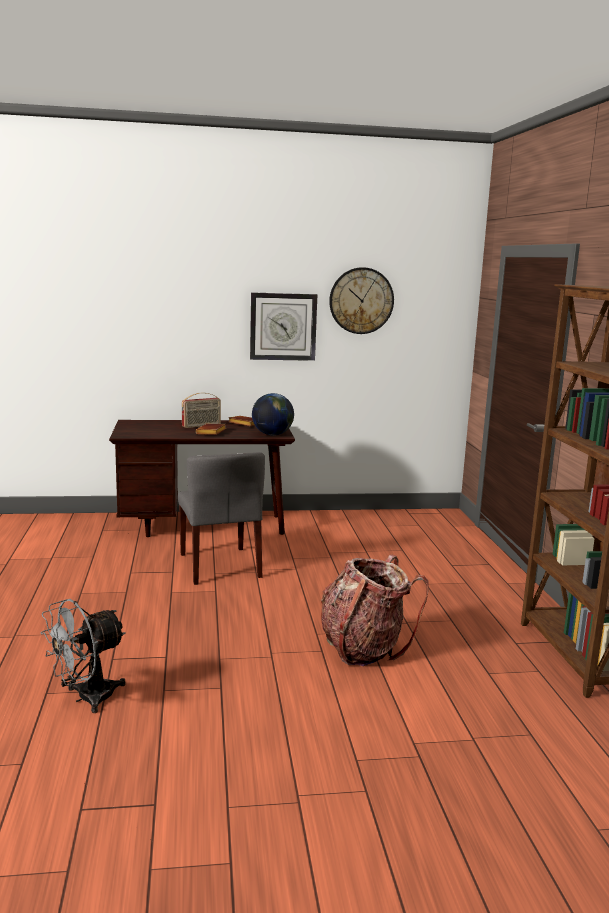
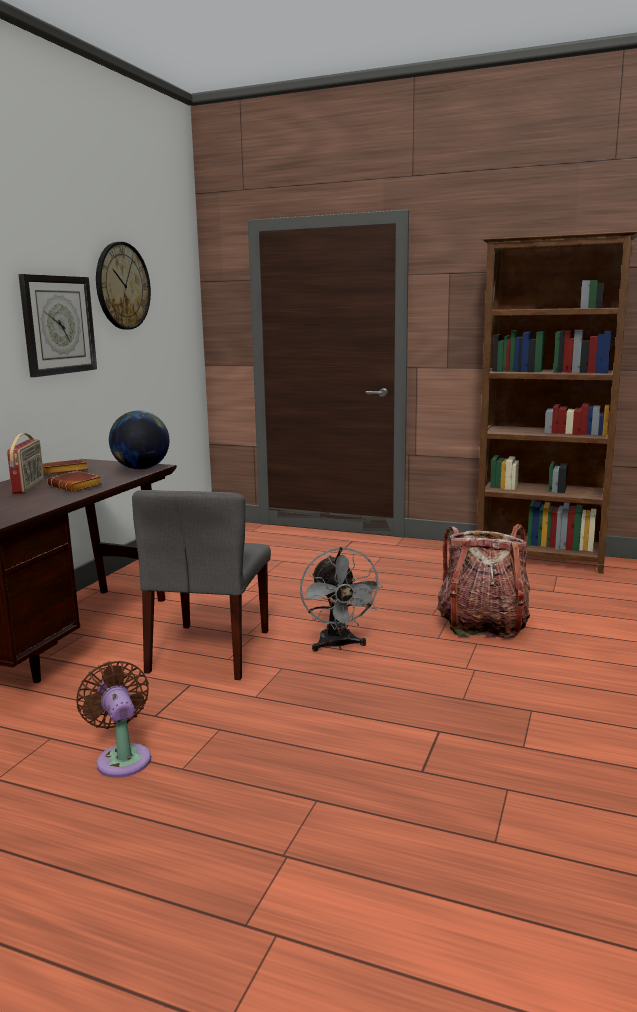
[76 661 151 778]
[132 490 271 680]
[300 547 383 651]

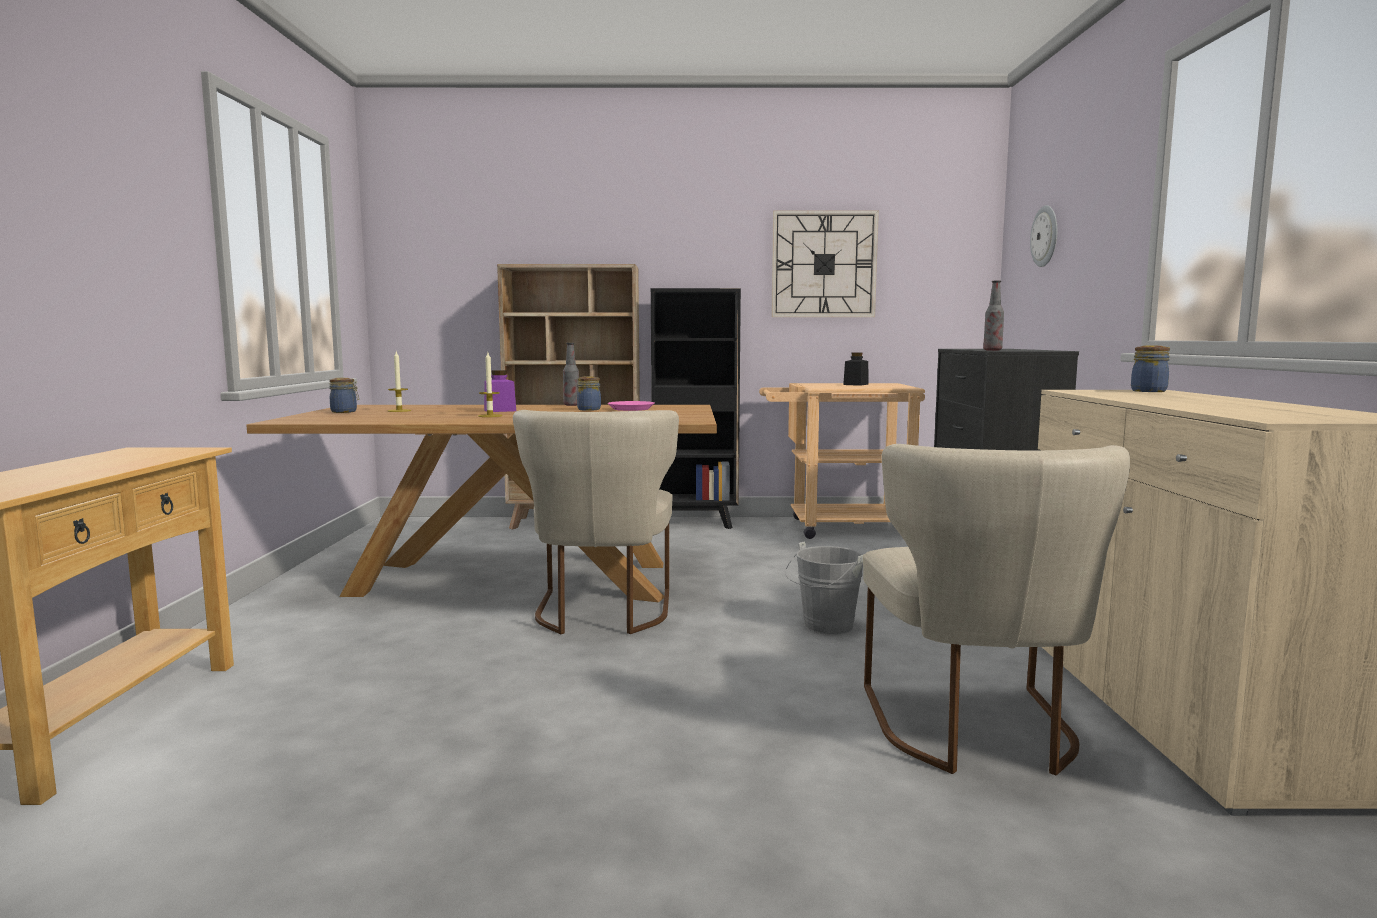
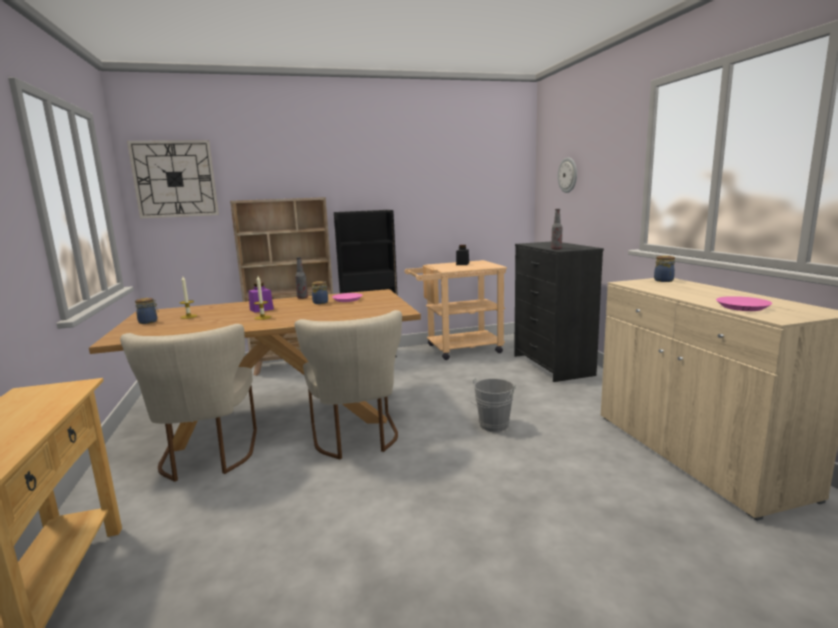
[120 324 257 482]
[127 140 219 219]
[716 296 772 311]

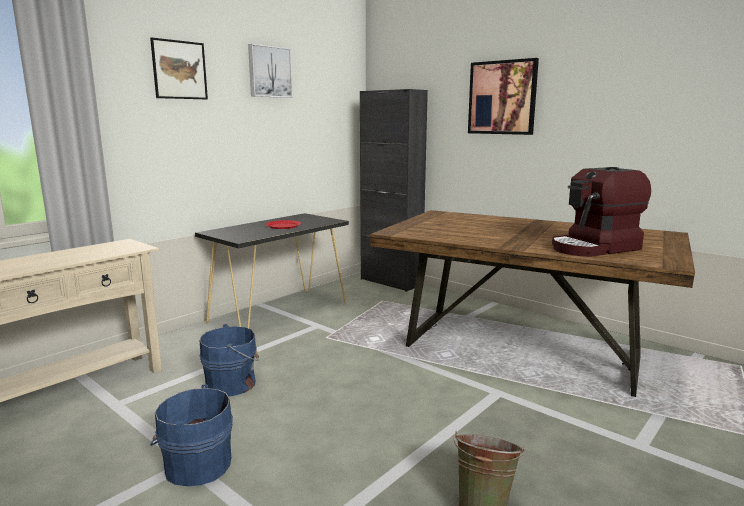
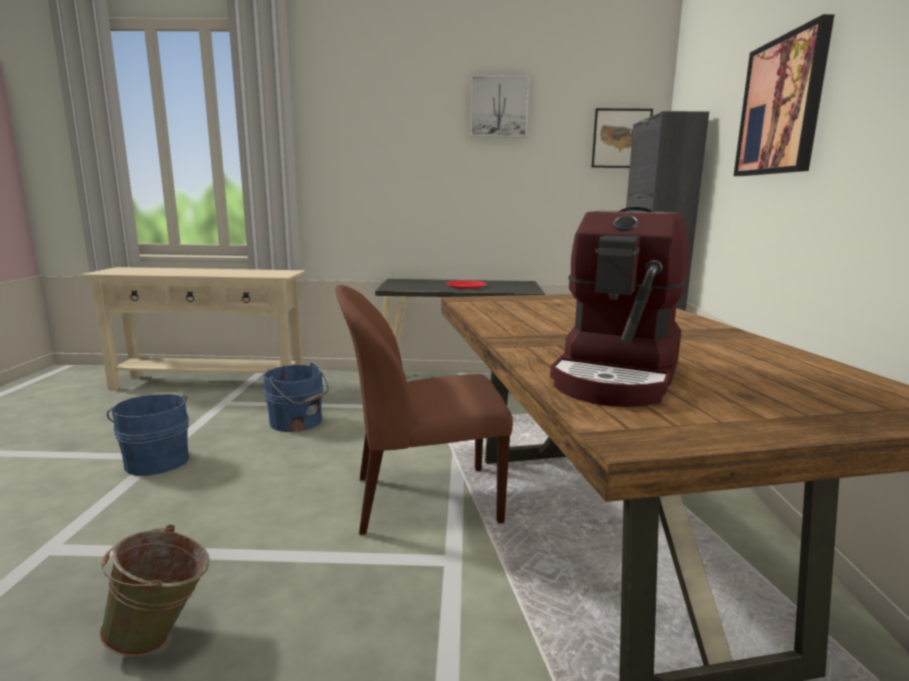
[335 285 513 535]
[550 207 689 407]
[592 108 653 168]

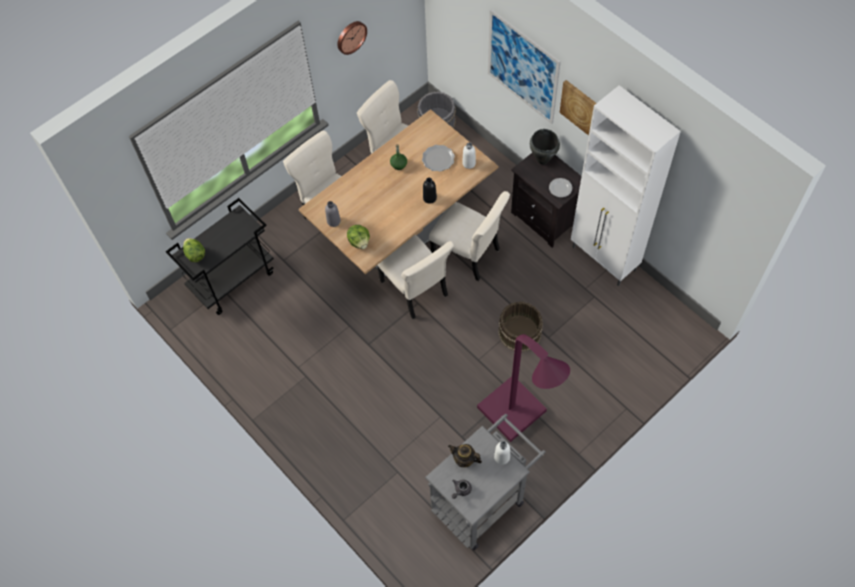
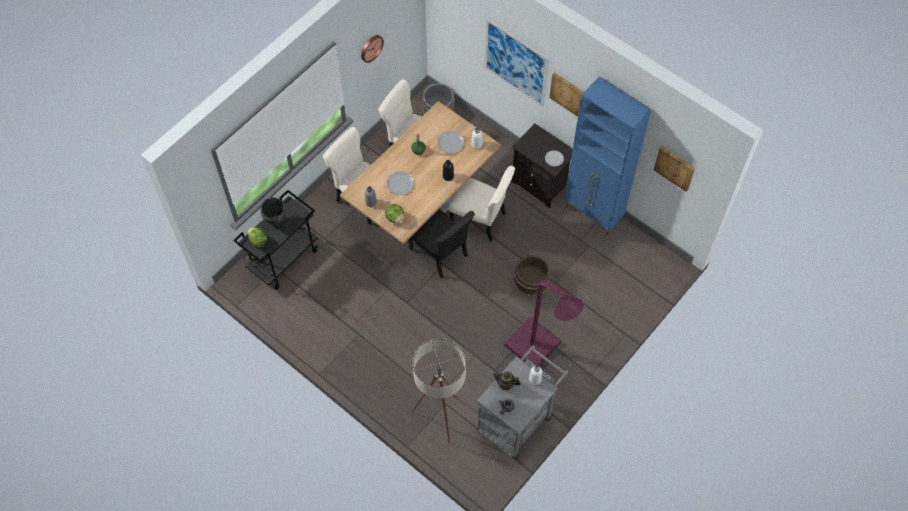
[260 197 286 227]
[386 171 414 195]
[408 209 475 278]
[412 338 466 443]
[565 76 651 235]
[654 146 695 192]

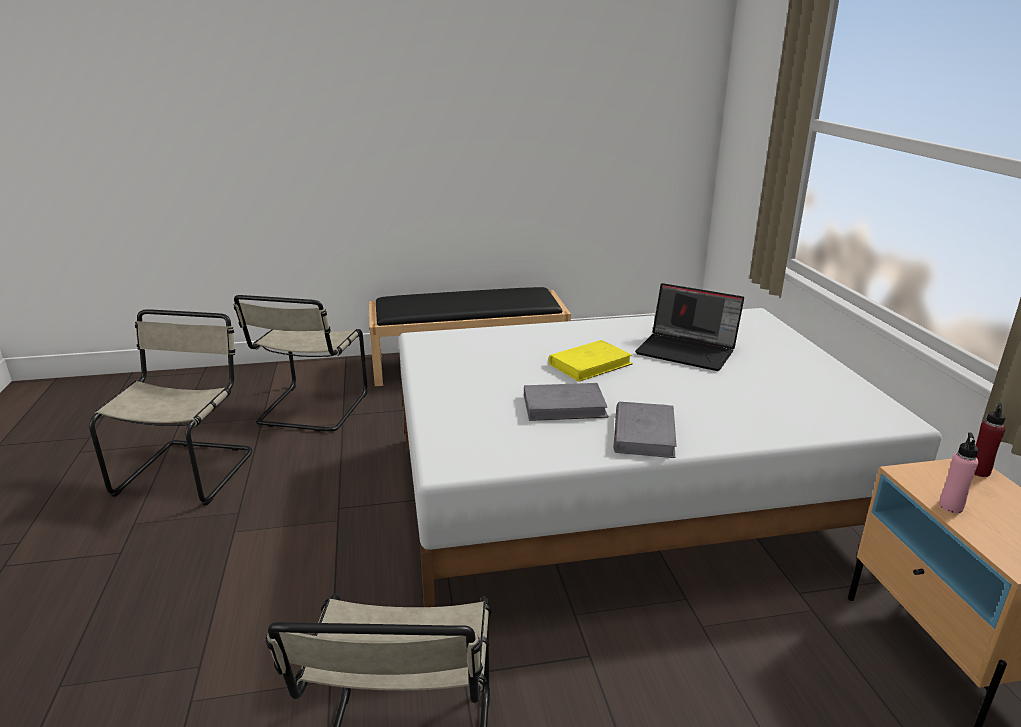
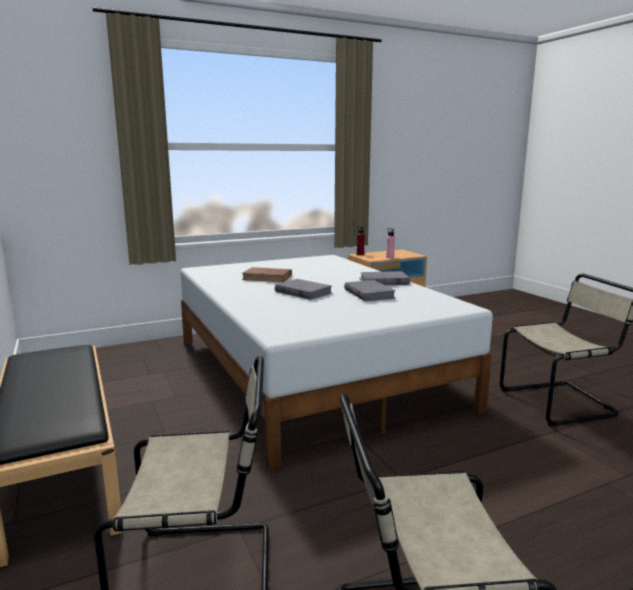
[242 267 292 282]
[275 279 332 300]

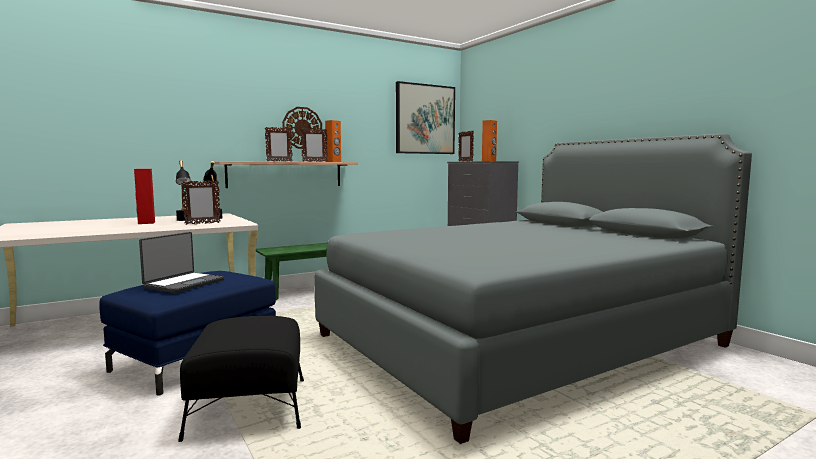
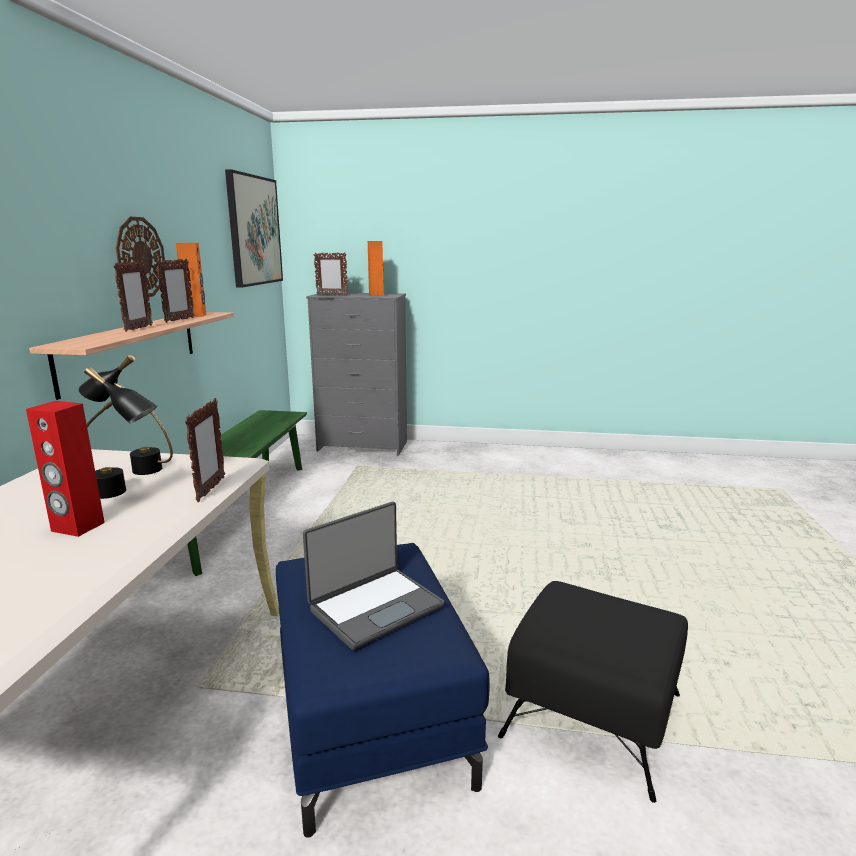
[303 501 444 650]
[314 134 752 444] (first image)

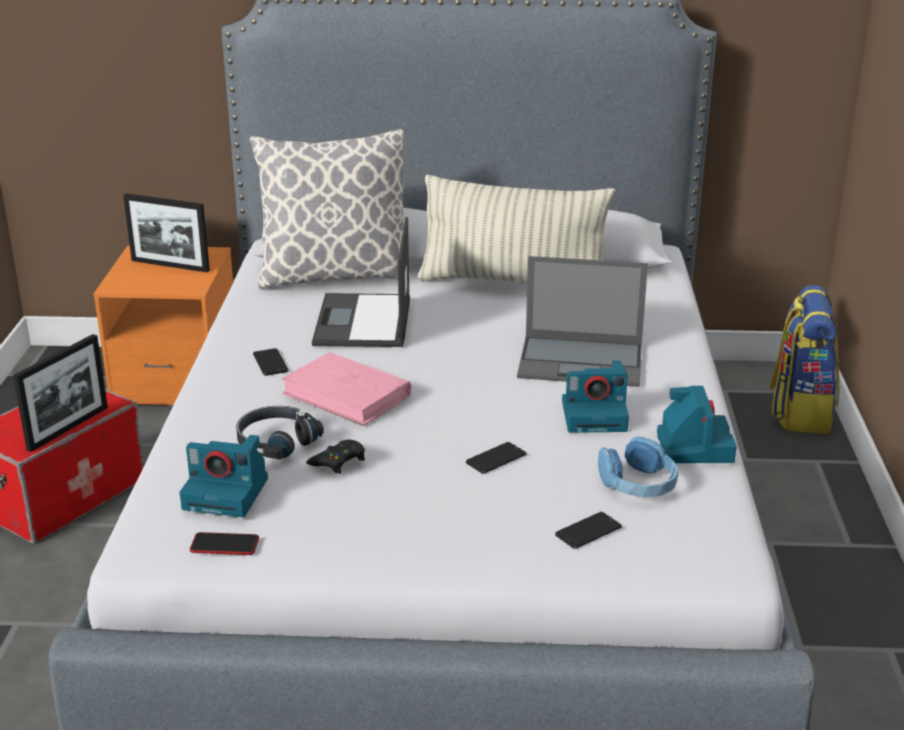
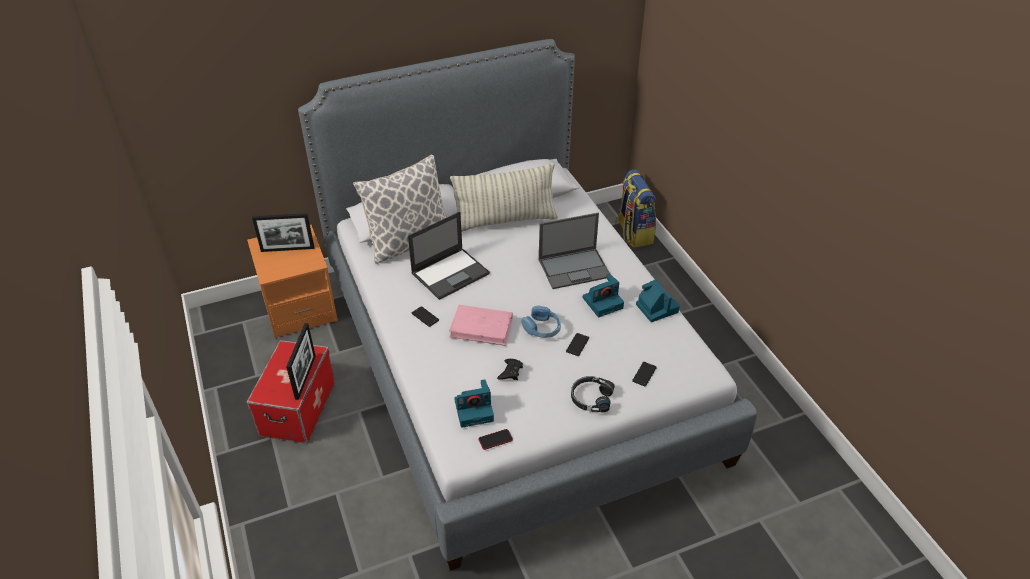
[408 212 490 300]
[521 306 561 338]
[571 376 615 413]

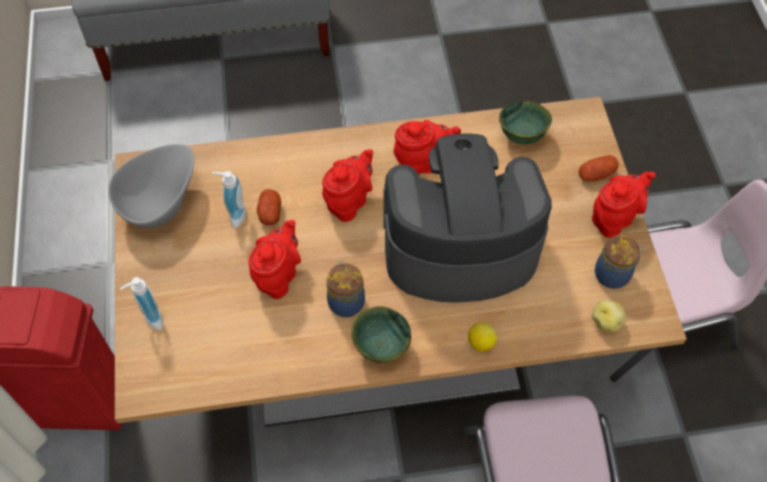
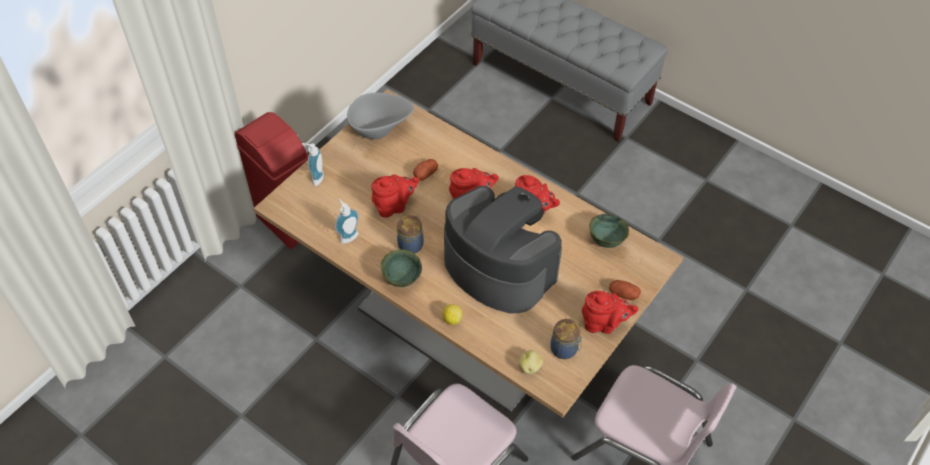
[335 198 359 244]

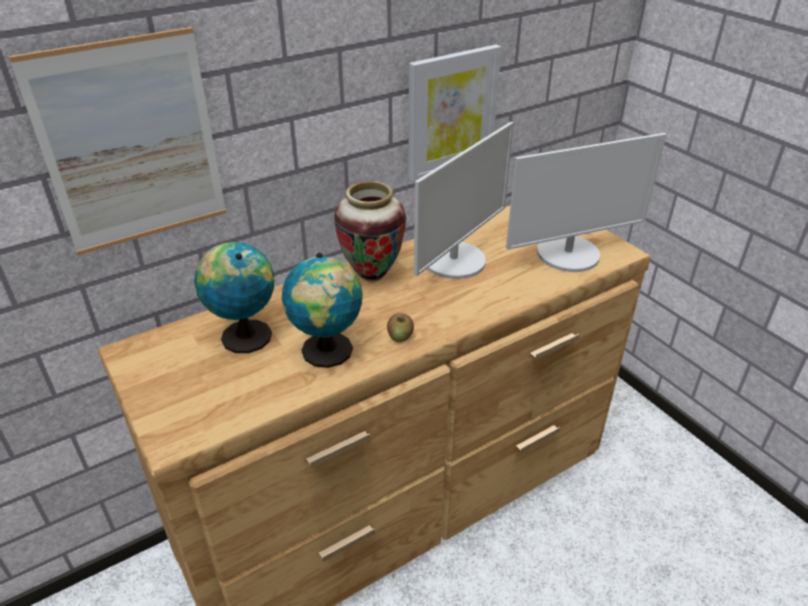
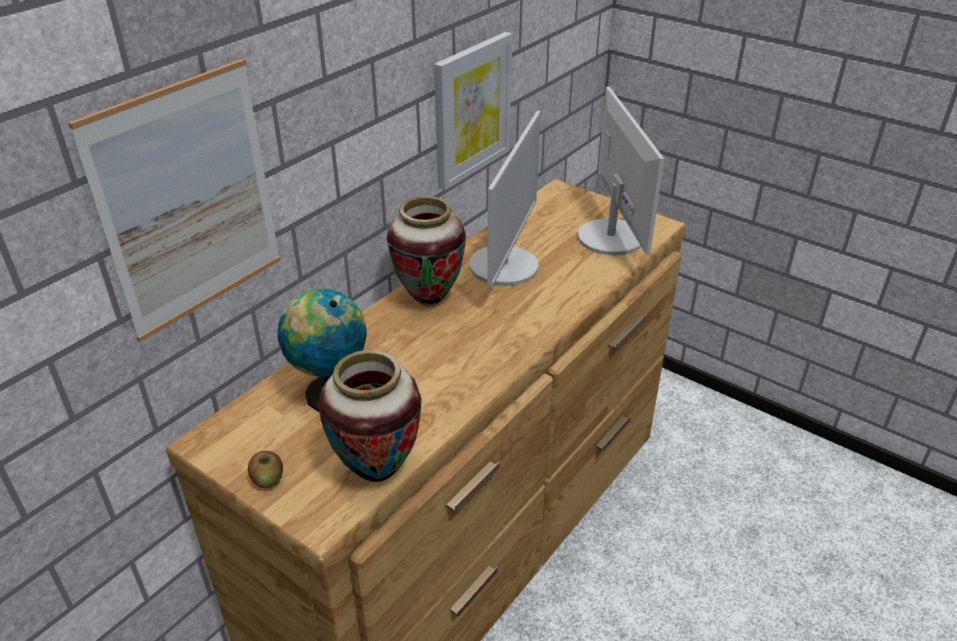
[248 451 283 488]
[318 350 422 482]
[578 87 664 255]
[282 253 363 368] (first image)

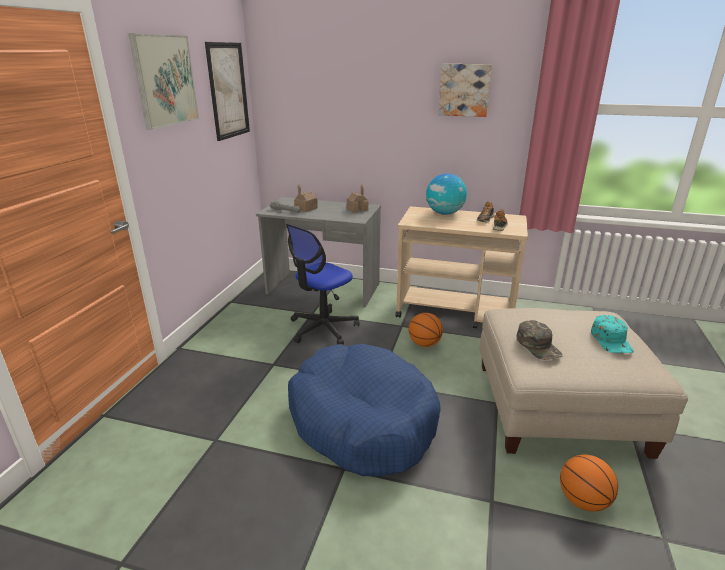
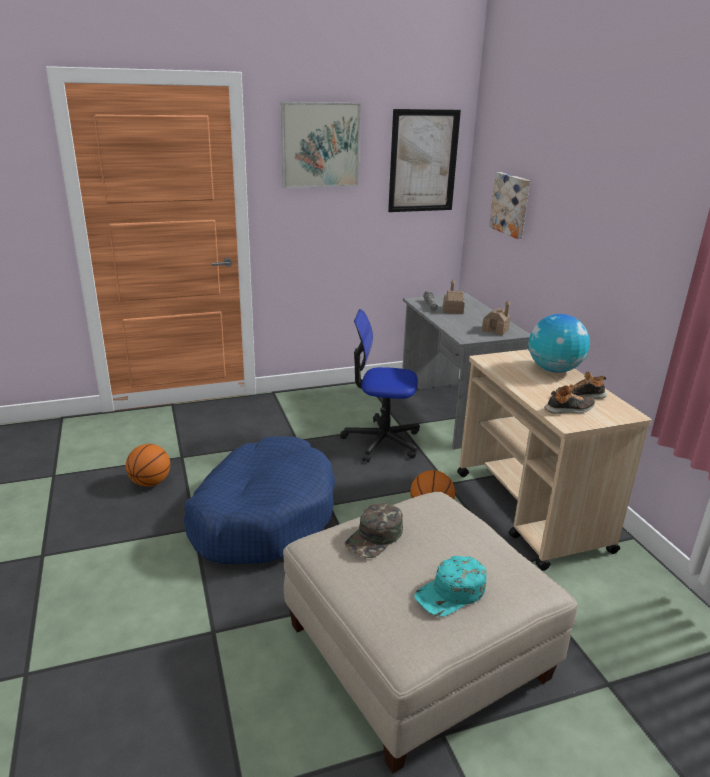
[126 444 170 487]
[489 172 530 239]

